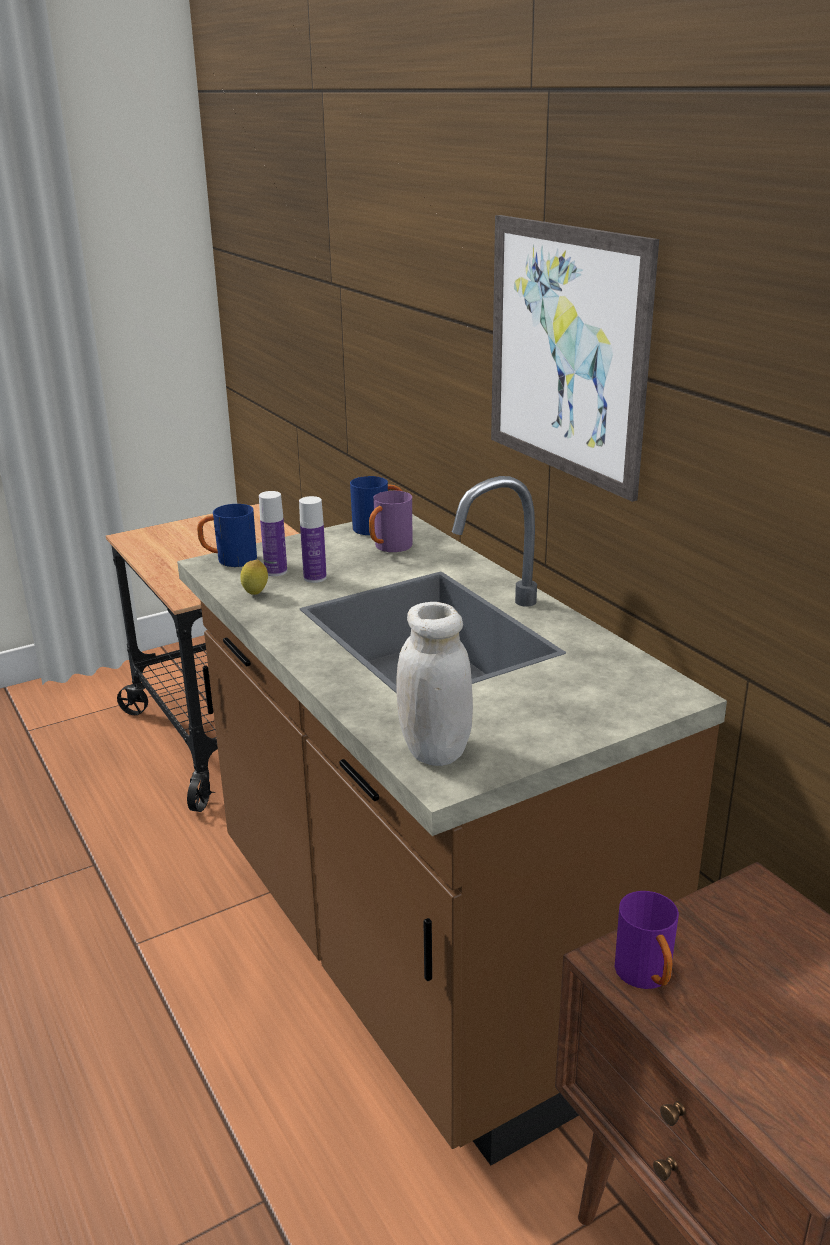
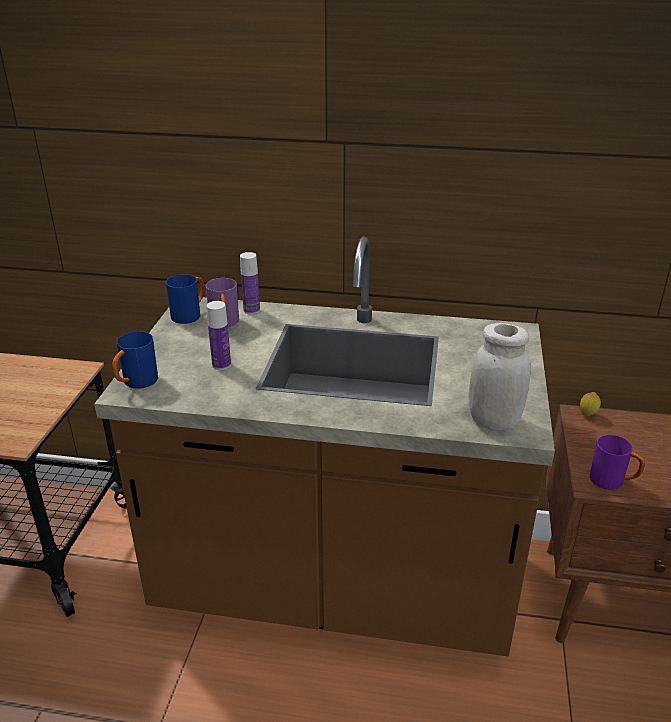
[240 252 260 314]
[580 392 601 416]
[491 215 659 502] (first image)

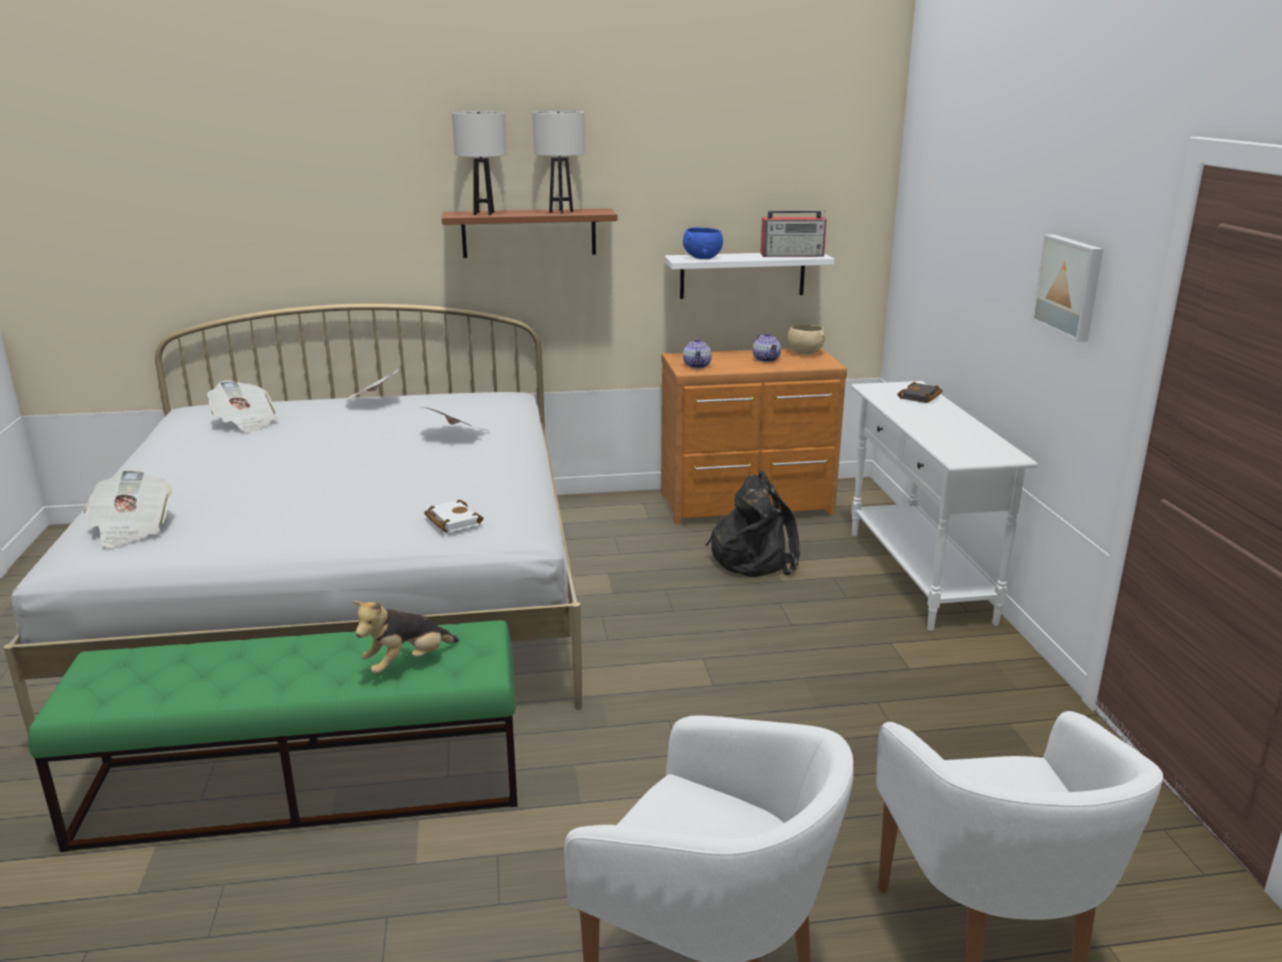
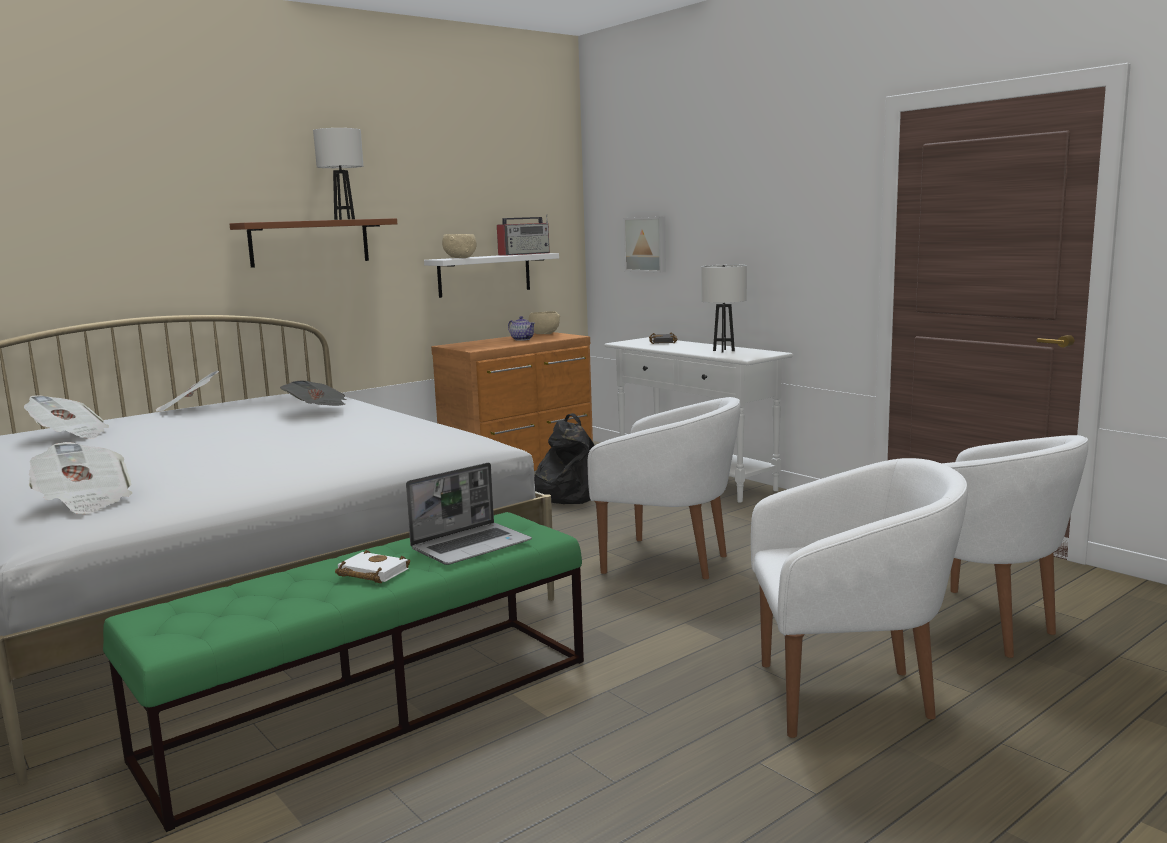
[335 550 410 583]
[406 462 532 565]
[442 234 476 258]
[587 397 741 579]
[623 217 666 273]
[701 264 747 353]
[683 338 712 368] (first image)

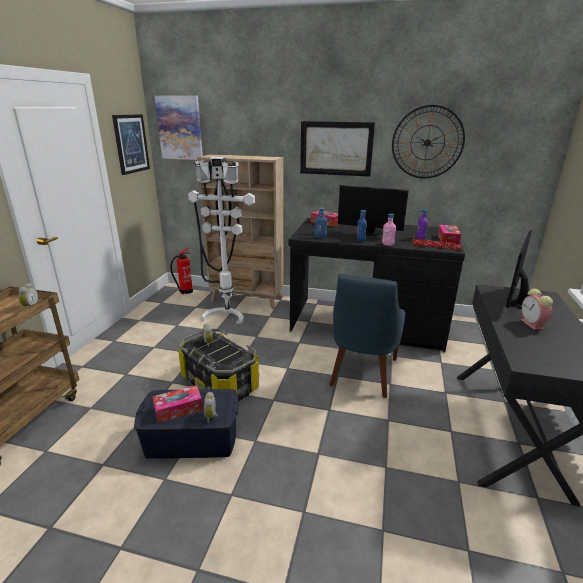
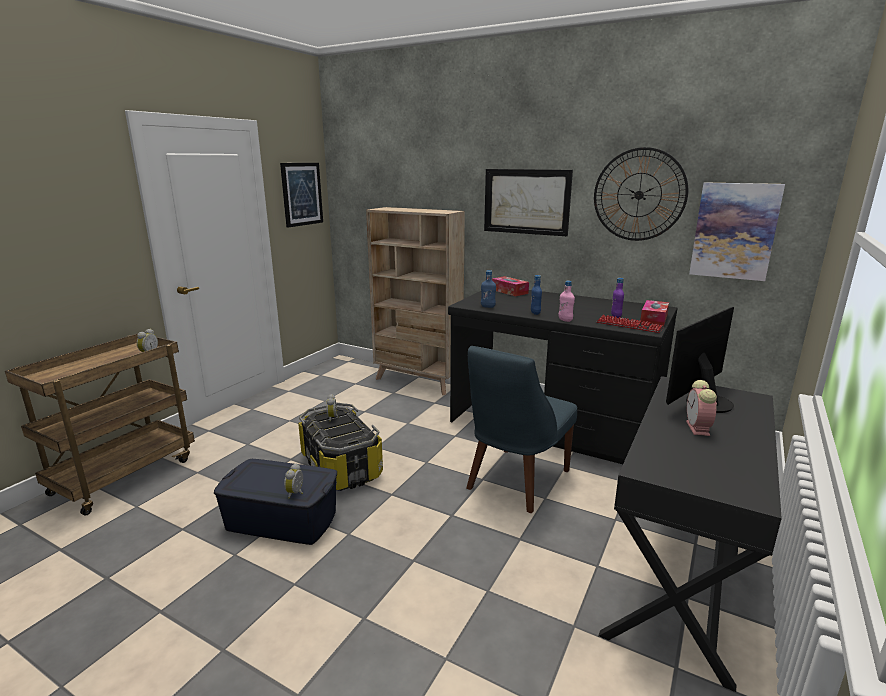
[689 182 785 281]
[153 385 203 423] (first image)
[170 247 193 294] (first image)
[188 157 255 324] (first image)
[338 185 409 236] (first image)

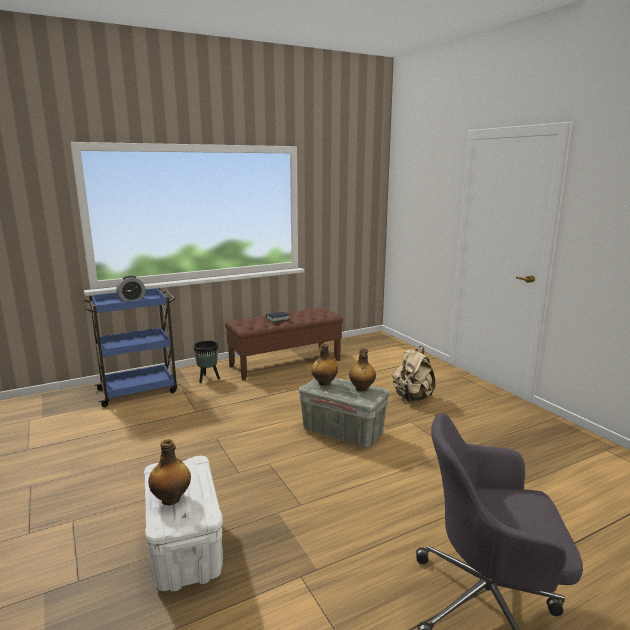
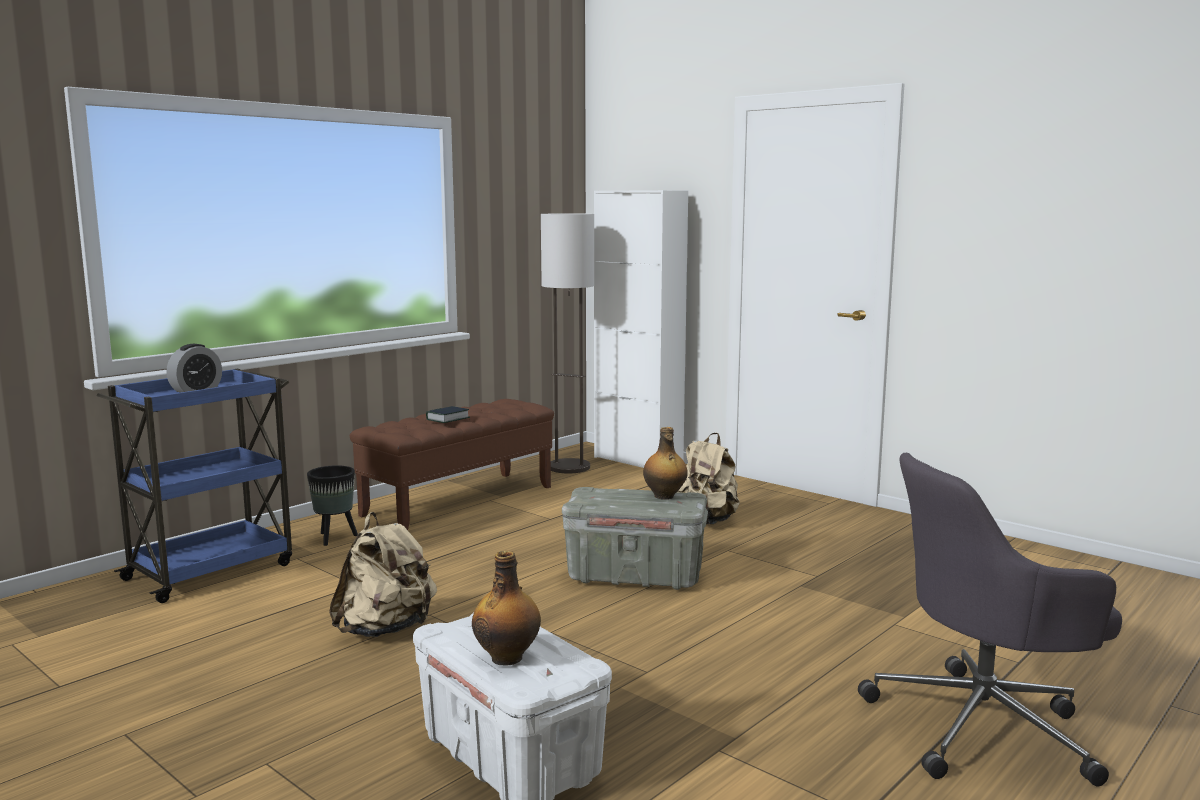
[329 512 437 637]
[541 213 594 474]
[594 190 688 468]
[311 343 338 386] (first image)

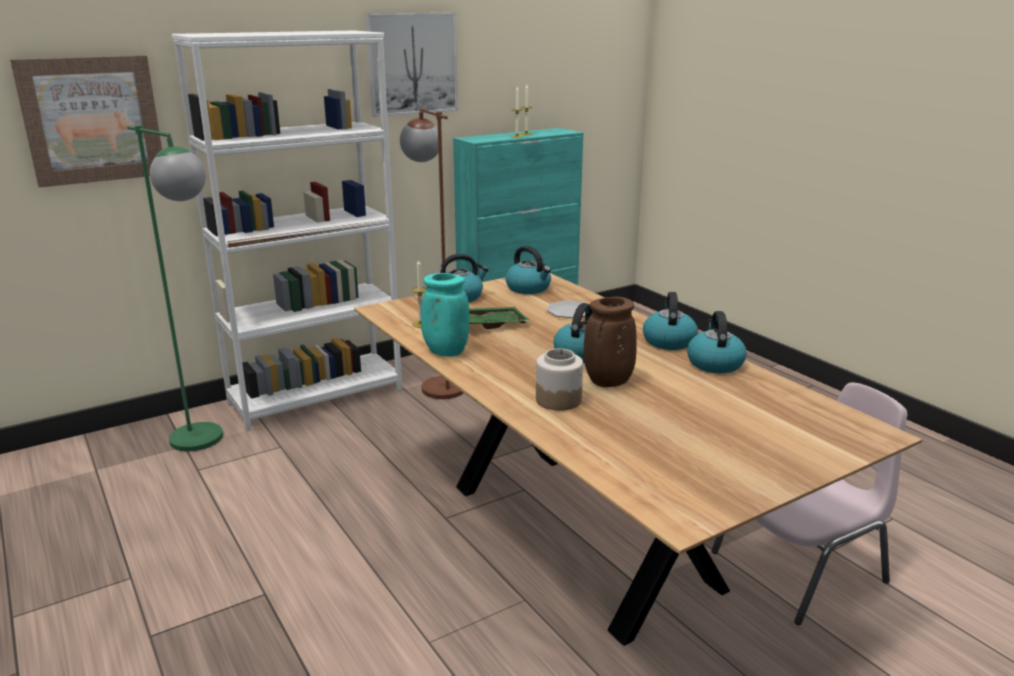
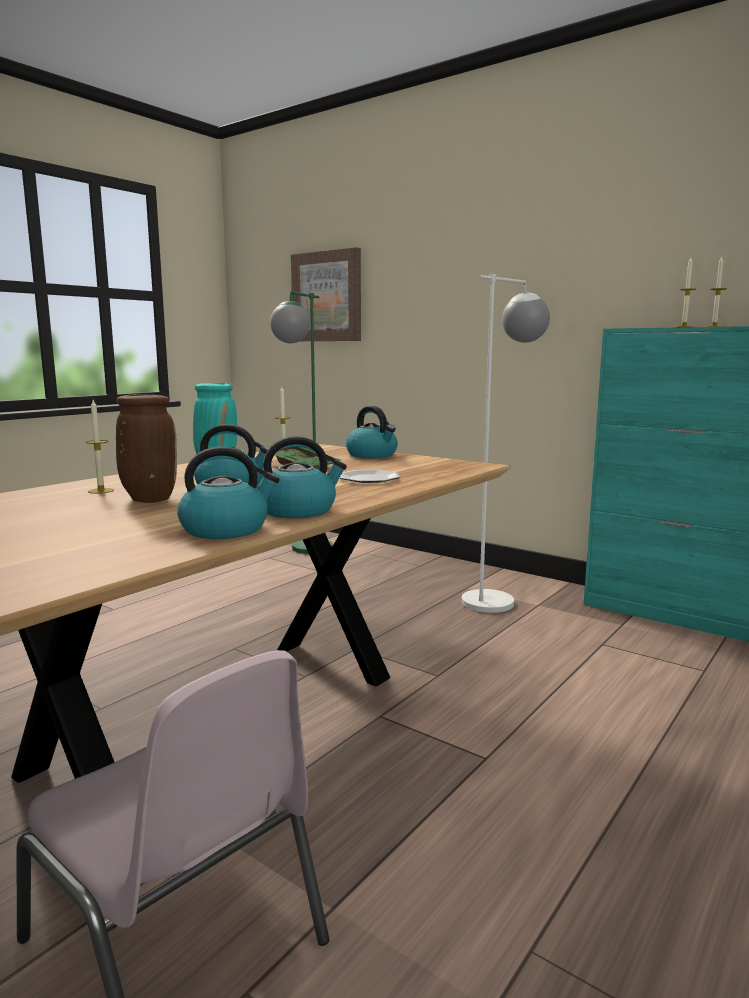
[86 400 114 494]
[462 274 550 613]
[172 31 402 431] (first image)
[365 13 458 117] (first image)
[505 246 551 294] (first image)

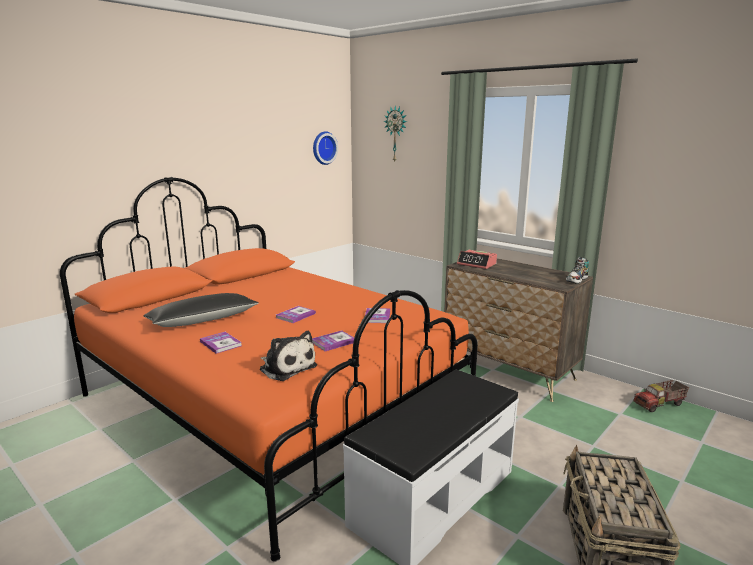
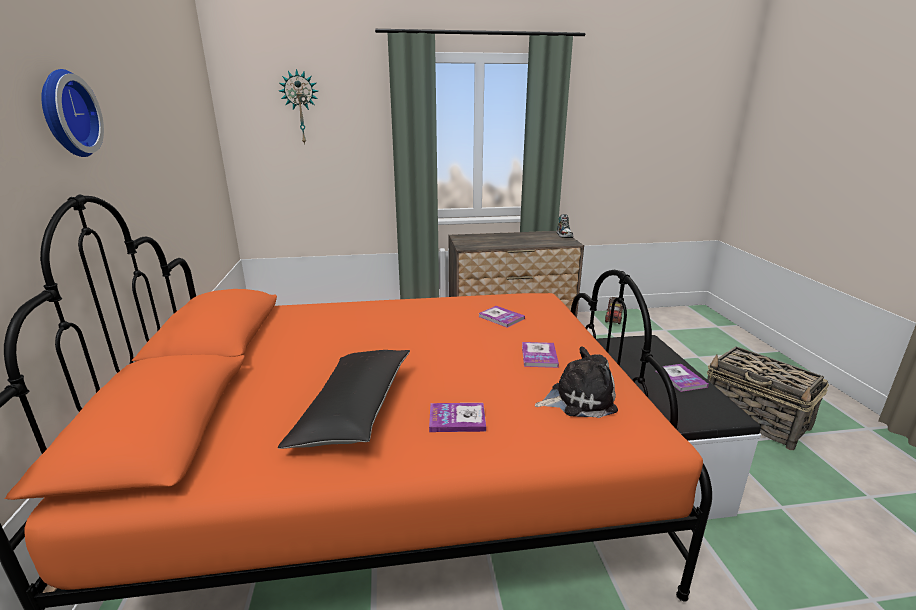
[41 69 104 157]
[656 364 709 392]
[457 250 497 269] (first image)

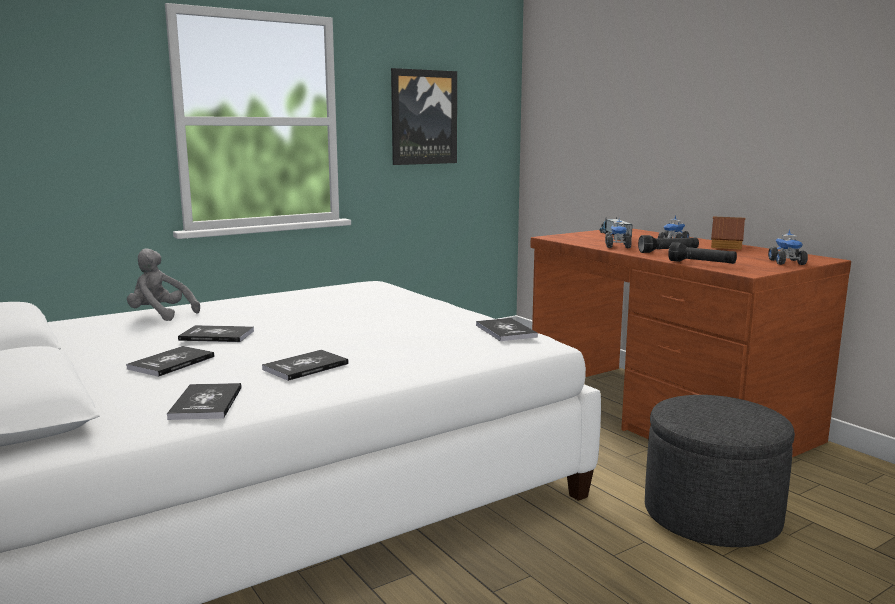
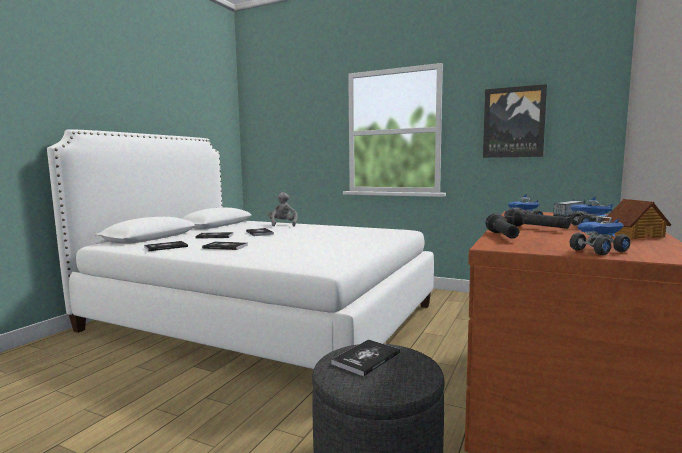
[331 339 400 376]

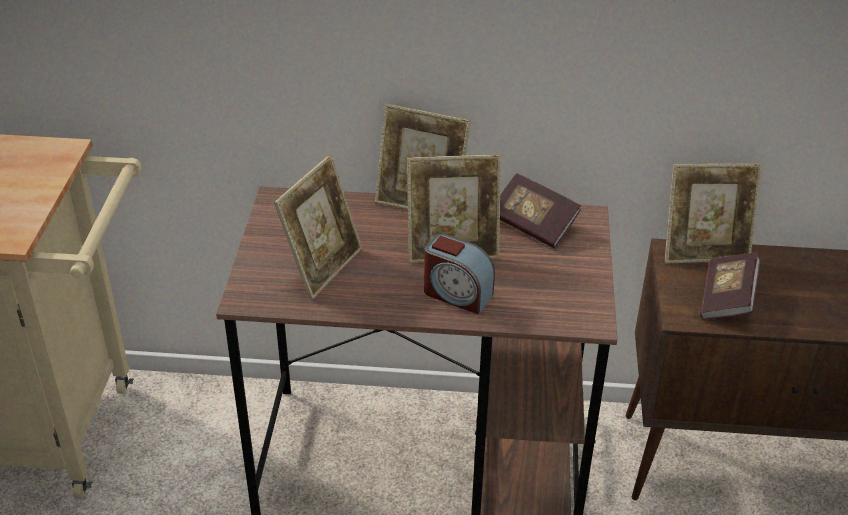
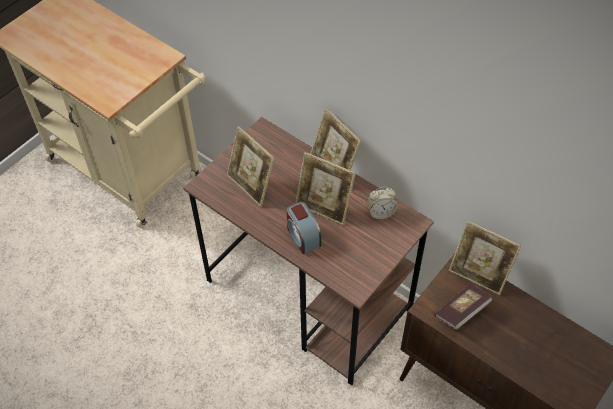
[227 126 275 207]
[366 187 398 219]

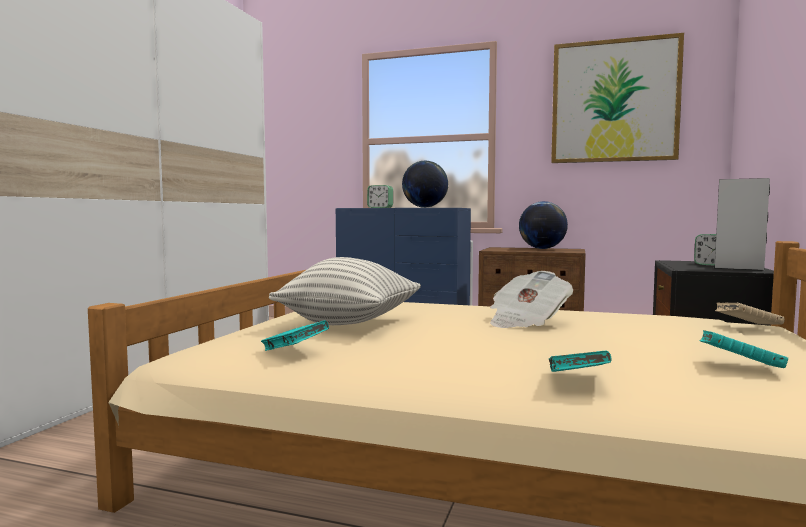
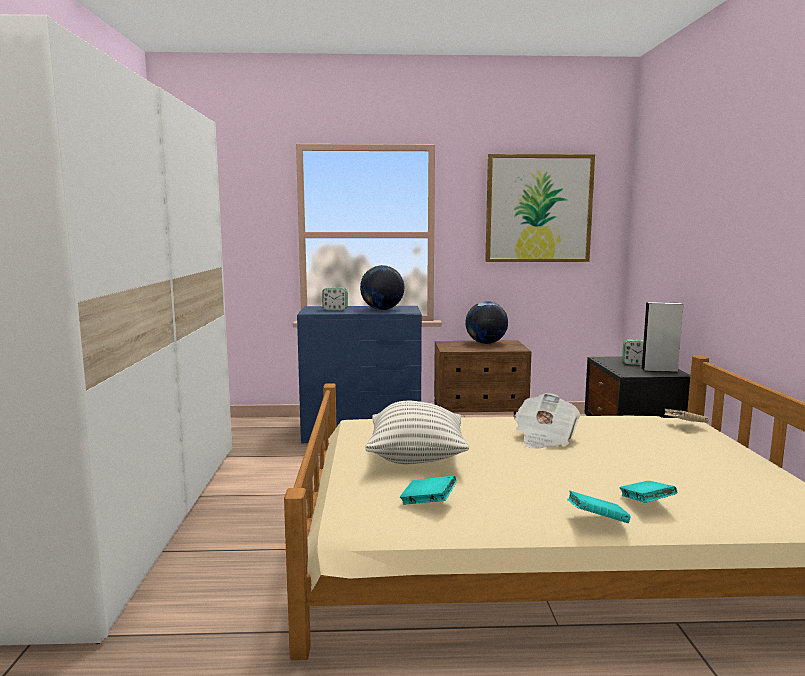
[567 491 630 523]

